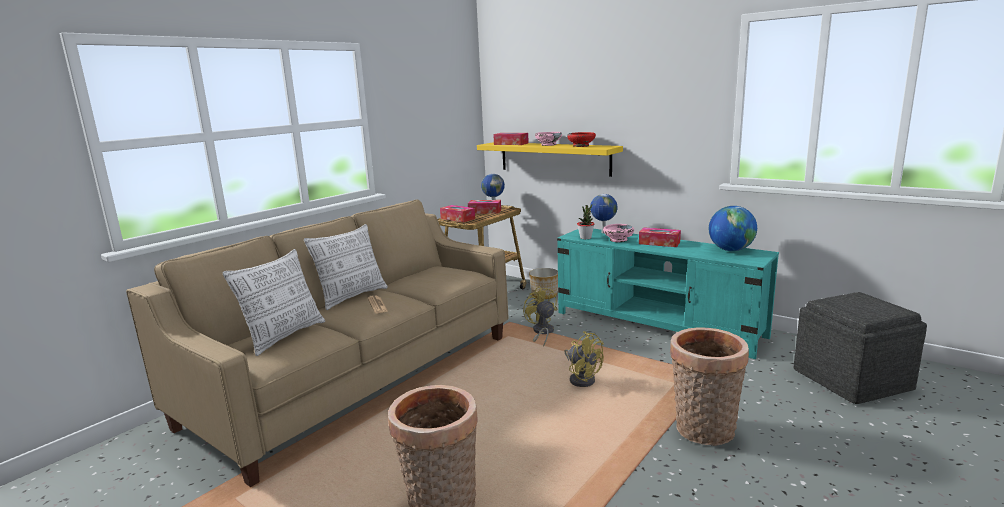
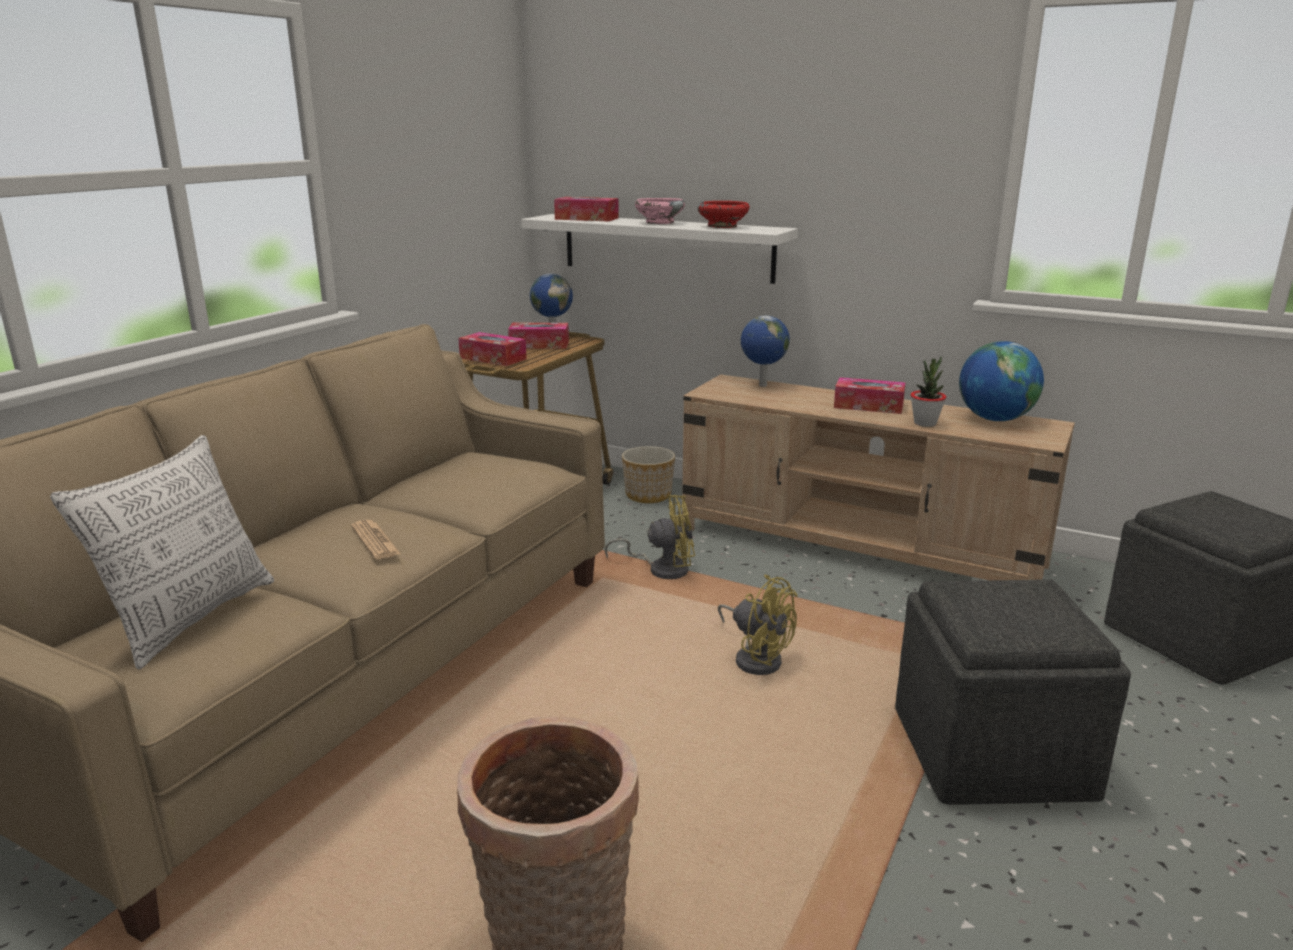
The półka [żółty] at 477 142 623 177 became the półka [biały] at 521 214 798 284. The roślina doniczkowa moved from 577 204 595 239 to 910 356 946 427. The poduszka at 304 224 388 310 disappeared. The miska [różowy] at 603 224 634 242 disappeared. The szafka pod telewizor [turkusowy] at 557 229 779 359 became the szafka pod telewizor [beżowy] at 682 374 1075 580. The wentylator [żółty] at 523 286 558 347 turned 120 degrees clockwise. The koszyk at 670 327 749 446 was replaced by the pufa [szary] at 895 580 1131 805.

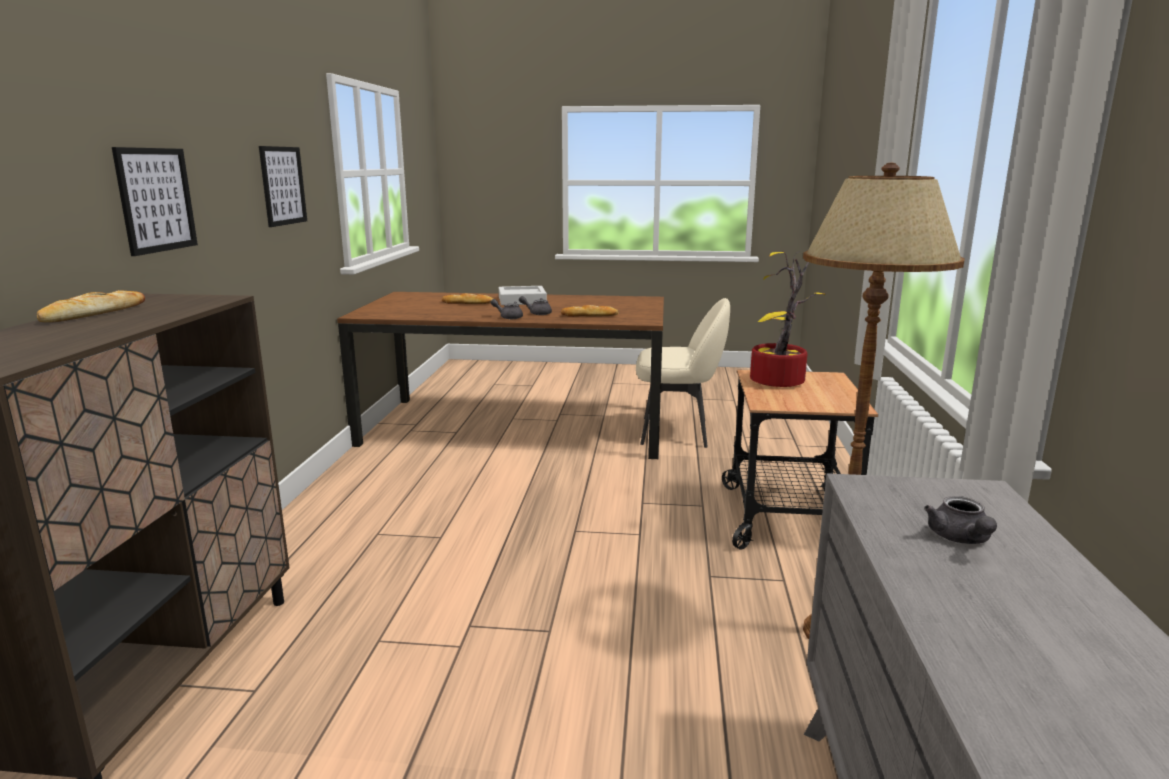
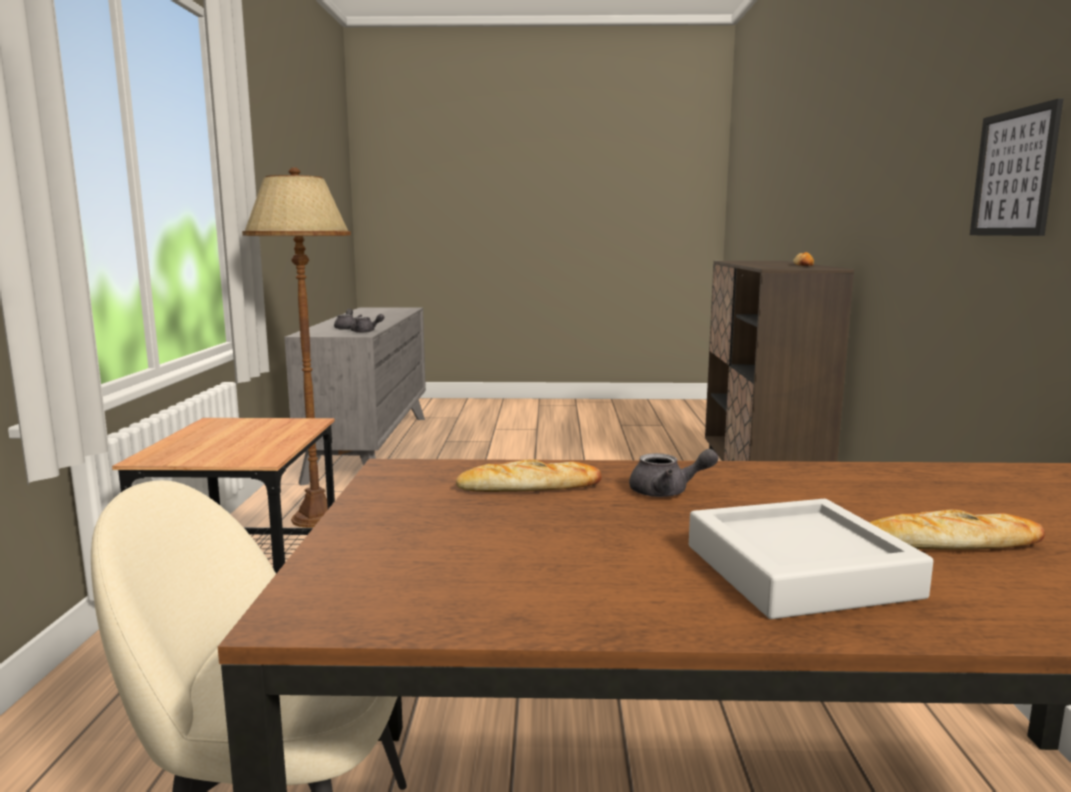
The obraz at 112 147 198 256 disappeared. The roślina doniczkowa at 750 250 825 387 disappeared. The imbryk [szary] moved from 490 299 523 319 to 351 314 384 333.

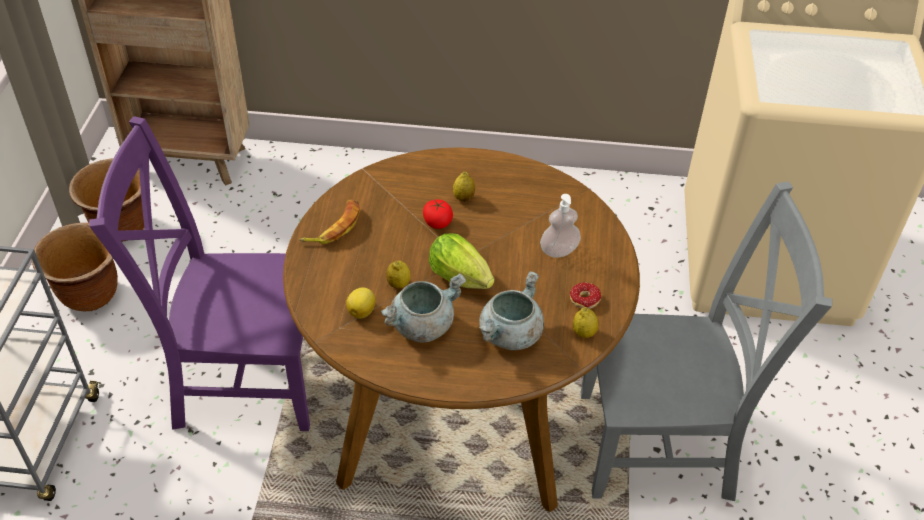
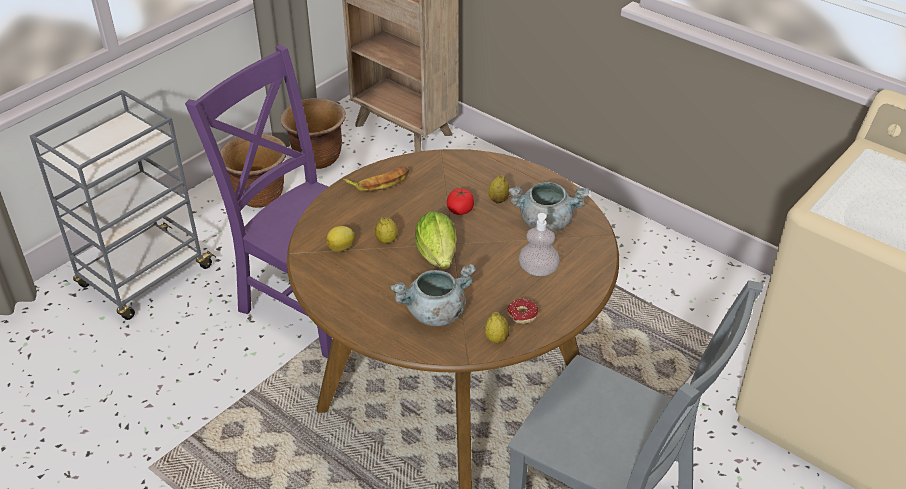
The garnek [szary] moved from 381 273 466 343 to 509 182 589 232.

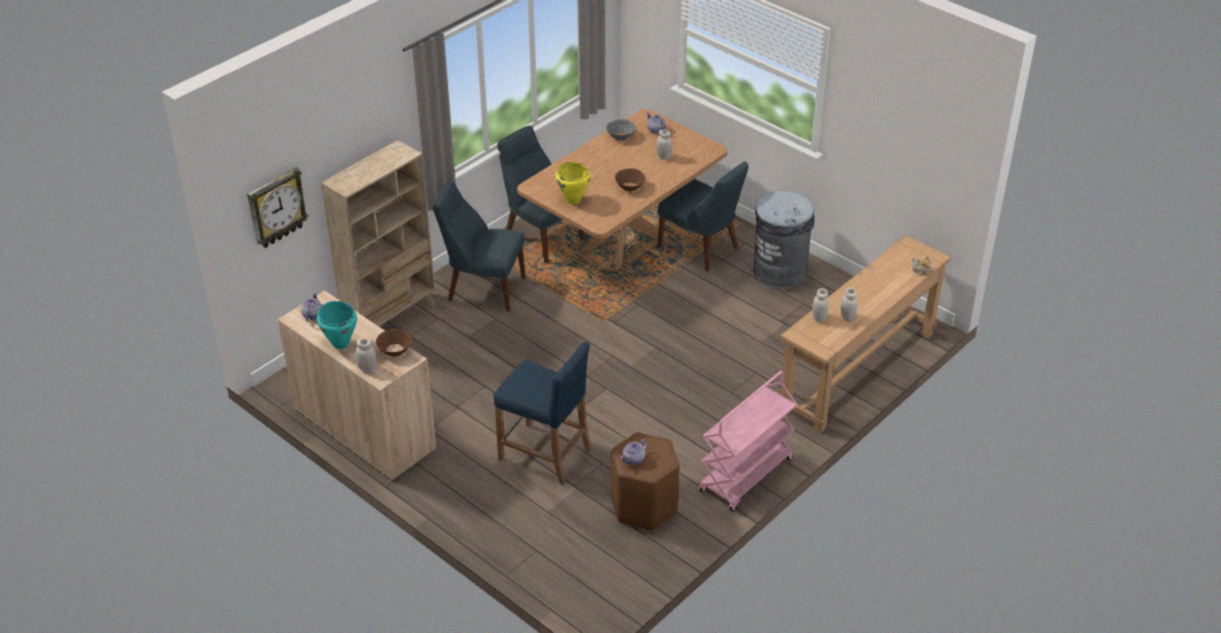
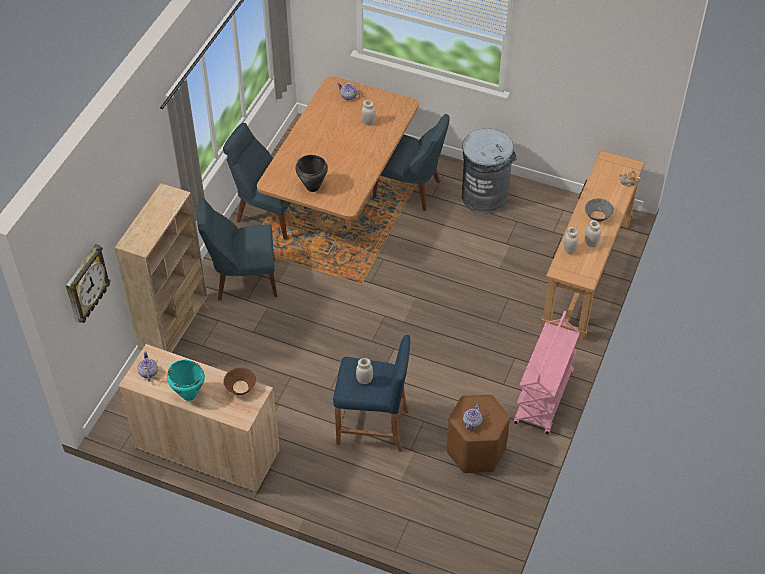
The miska [szary] moved from 606 119 636 141 to 585 198 614 222. The garnek [żółty] at 556 162 591 204 became the garnek [czarny] at 295 155 328 192. The miska [brązowy] at 615 168 646 191 disappeared. The słoik [biały] moved from 356 338 376 372 to 356 358 373 384.

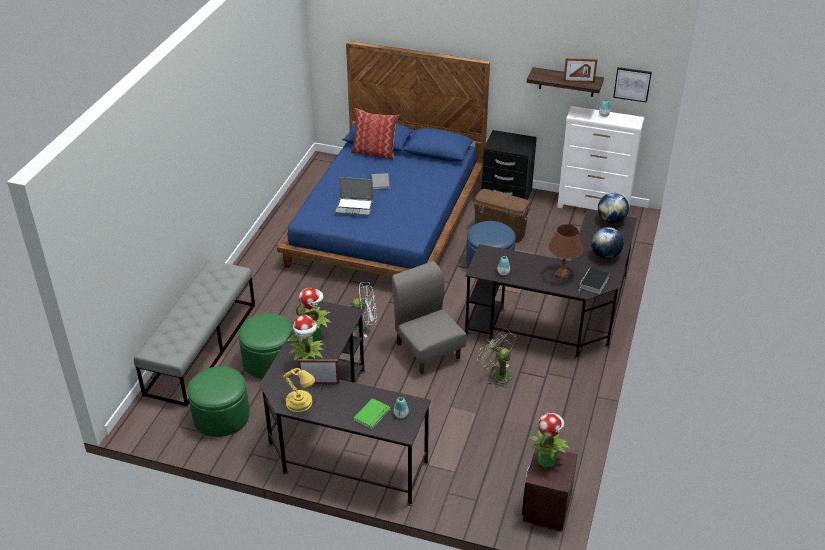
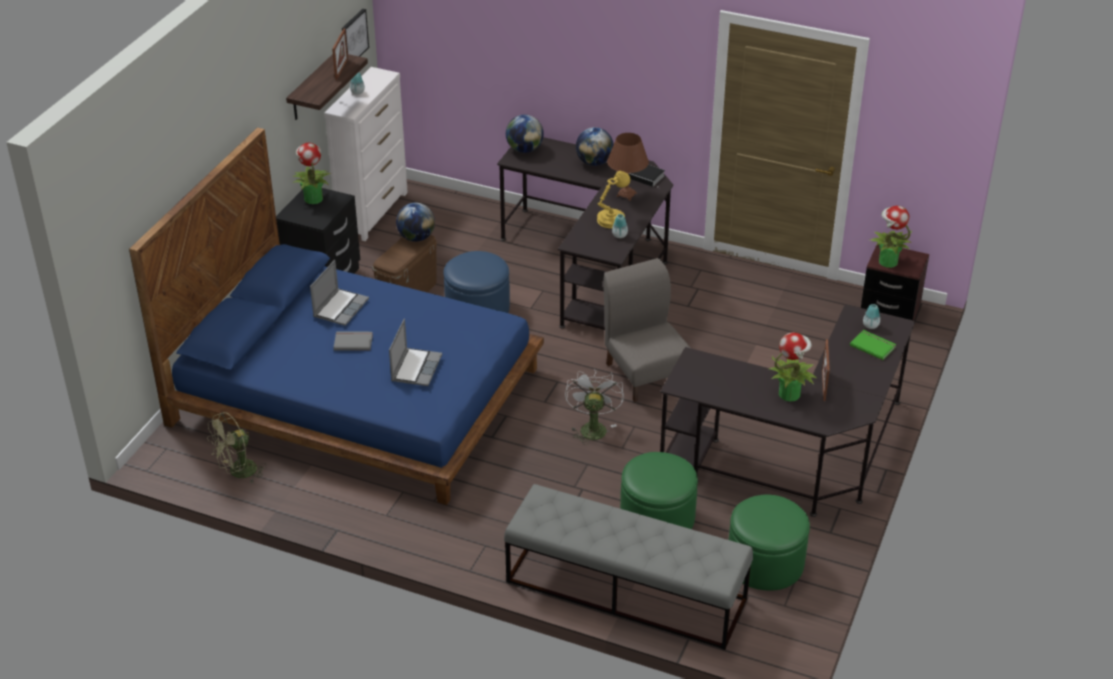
The poduszka at 351 108 399 160 disappeared. The krzesło [szary] at 392 261 467 374 turned 90 degrees clockwise. The roślina doniczkowa moved from 296 288 332 340 to 293 143 331 204. The wentylator [zielony] moved from 477 328 516 388 to 207 412 266 484. The lampa stołowa [żółty] moved from 283 368 315 412 to 597 171 630 228. The globus at 396 203 435 242 appeared. The laptop at 310 260 369 326 appeared.

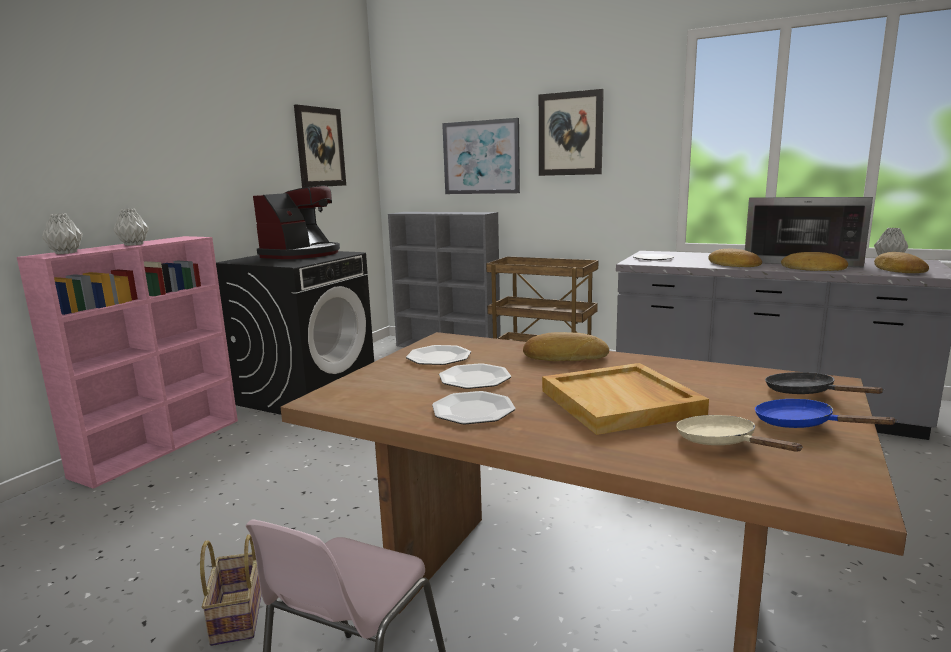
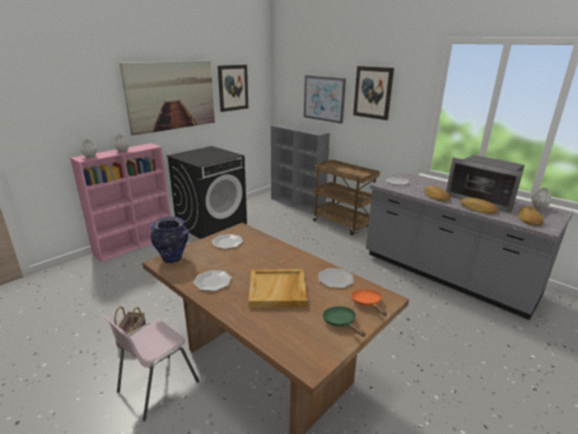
The ekspres do kawy at 253 186 340 259 disappeared. The chleb at 523 332 609 361 disappeared. The talerz moved from 439 363 511 389 to 318 268 354 288. The patelnia [czarny] at 765 372 884 394 became the patelnia [pomarańczowy] at 351 289 387 316. The patelnia [niebieski] at 755 399 898 428 became the patelnia [zielony] at 323 306 366 337. The patelnia [beżowy] at 676 415 803 452 disappeared. The obraz at 119 61 215 136 appeared. The wazon at 150 217 189 263 appeared.

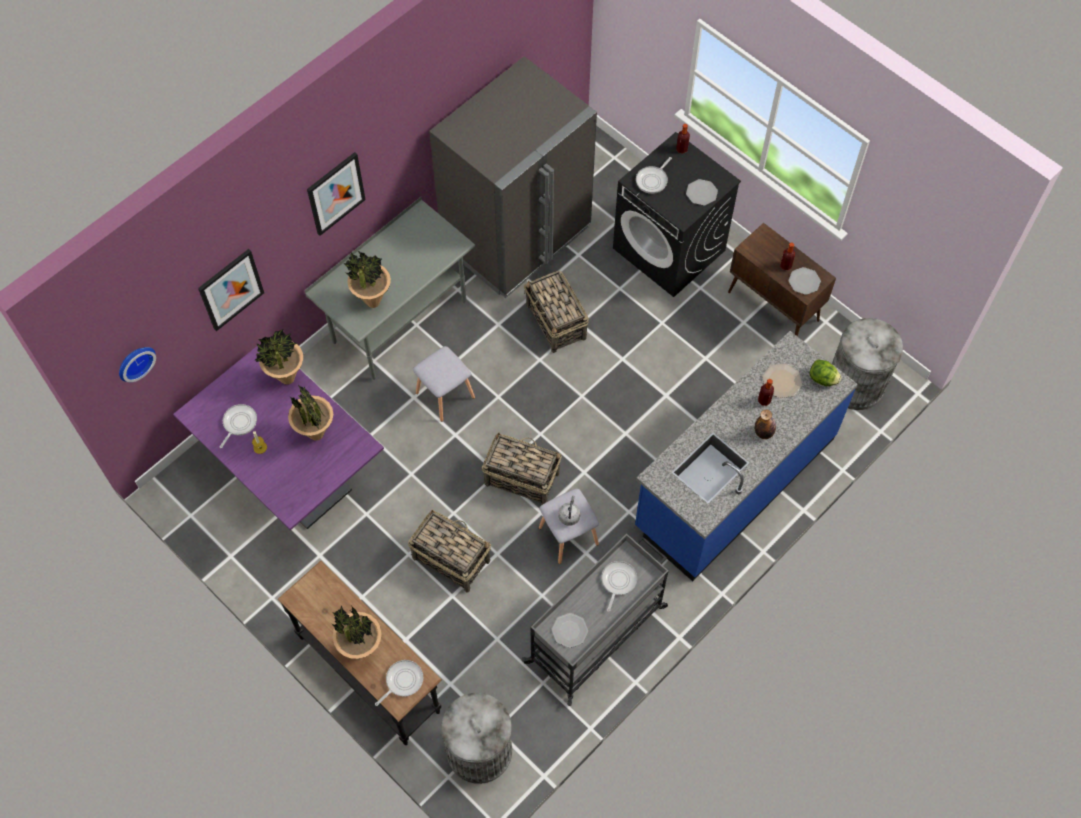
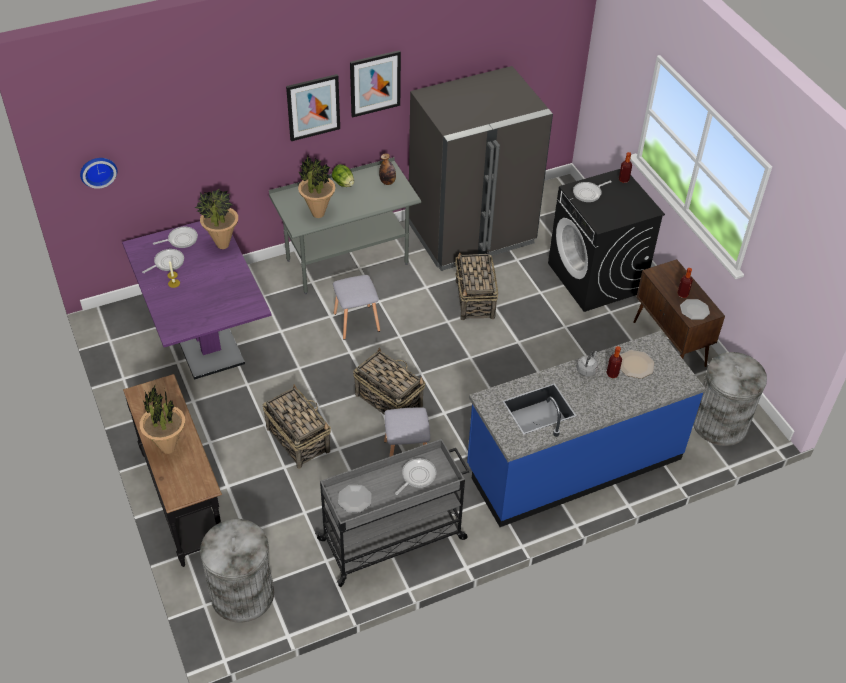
The talerz at 686 179 718 206 disappeared. The obraz moved from 198 249 264 331 to 350 50 401 118. The sałata moved from 809 359 842 386 to 332 164 354 187. The roślina doniczkowa at 288 385 333 441 disappeared. The butelka moved from 755 409 776 439 to 379 153 396 185. The czajnik [szary] moved from 559 496 580 526 to 576 351 598 376. The patelnia moved from 375 660 423 706 to 153 227 198 248.

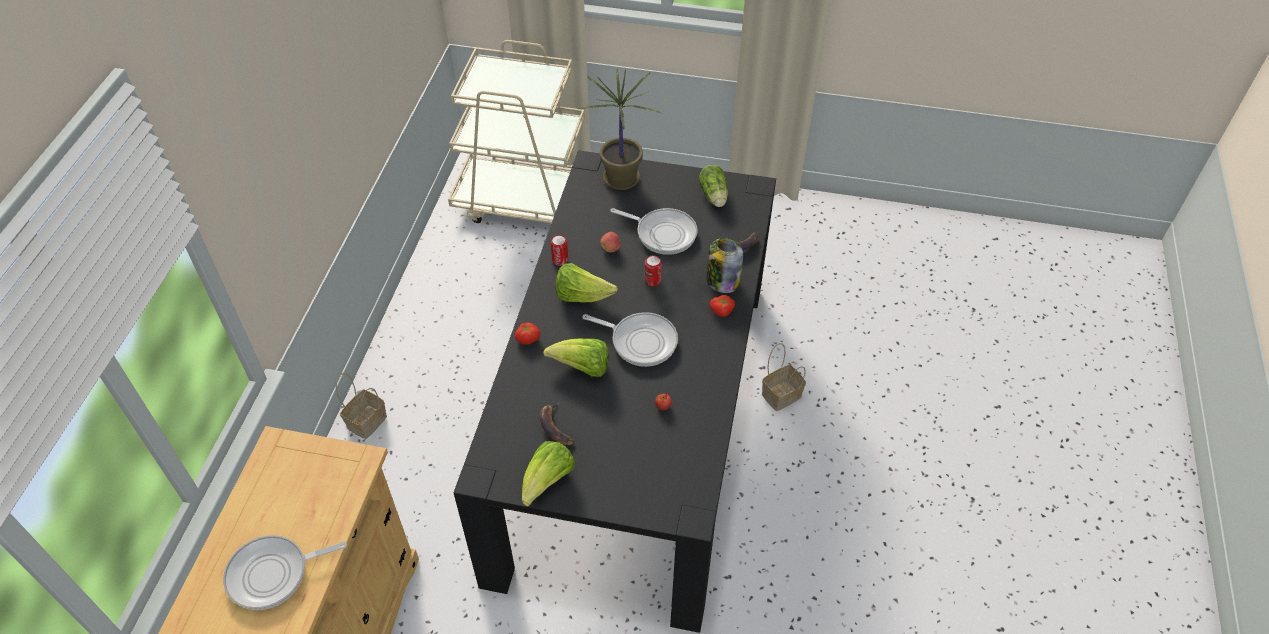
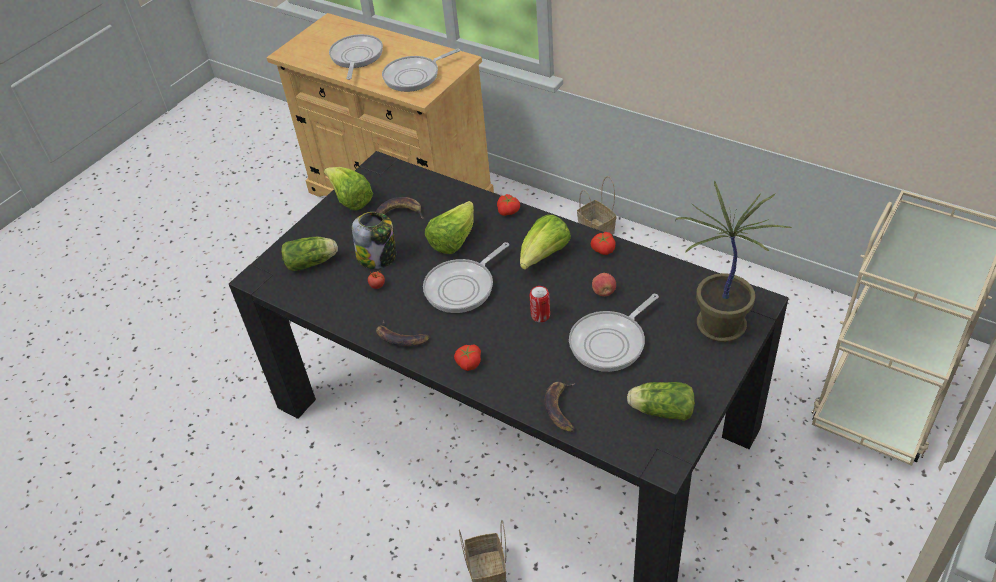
The puszka at 551 235 568 266 was replaced by the pomidor at 591 232 616 255. The słoik moved from 706 238 743 293 to 352 212 396 269. The patelnia at 382 48 460 92 appeared. The sałata at 281 237 338 271 appeared. The banan at 376 321 430 346 appeared.

